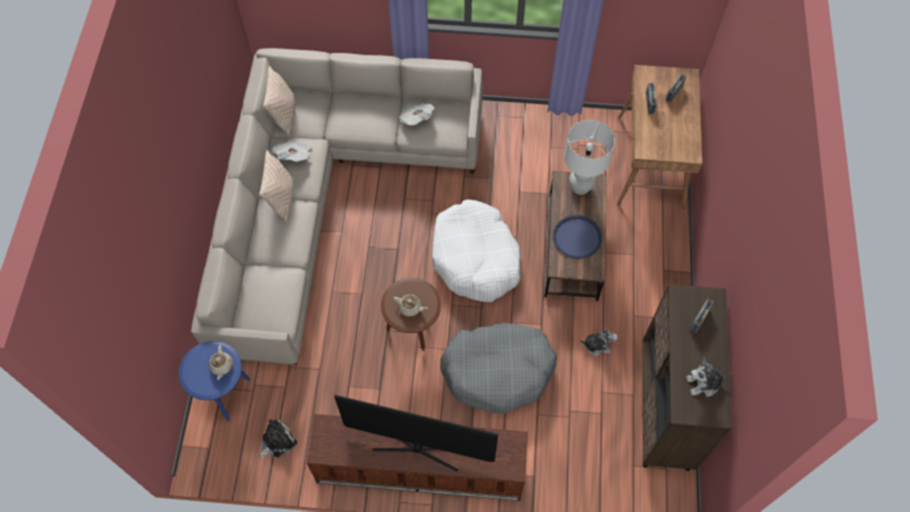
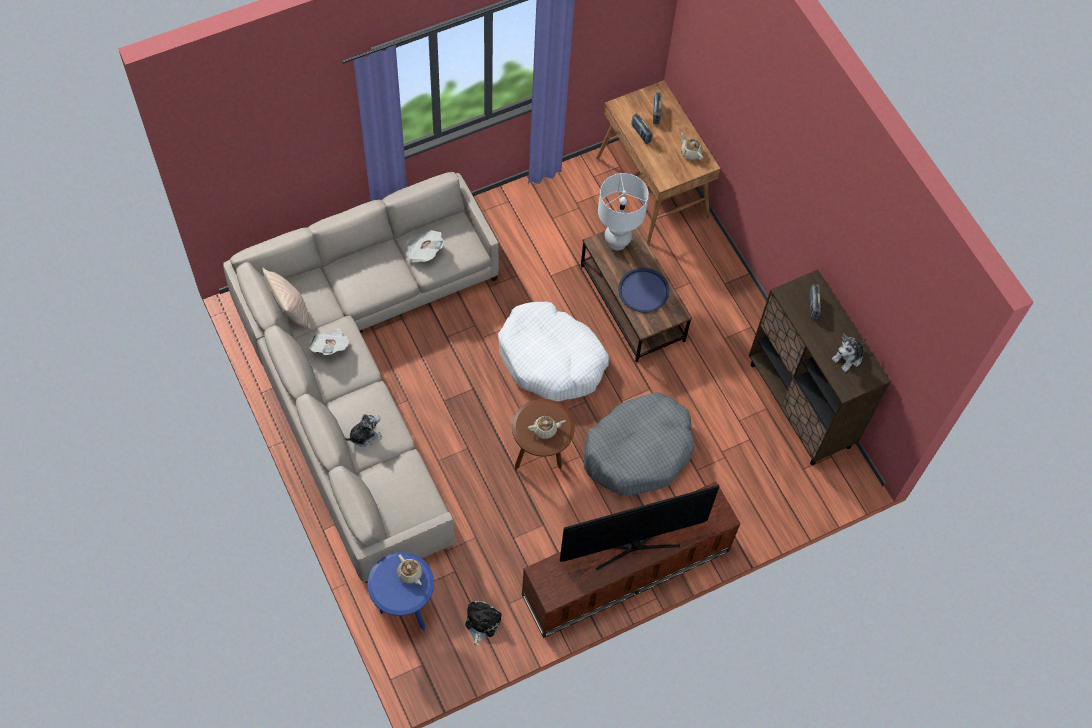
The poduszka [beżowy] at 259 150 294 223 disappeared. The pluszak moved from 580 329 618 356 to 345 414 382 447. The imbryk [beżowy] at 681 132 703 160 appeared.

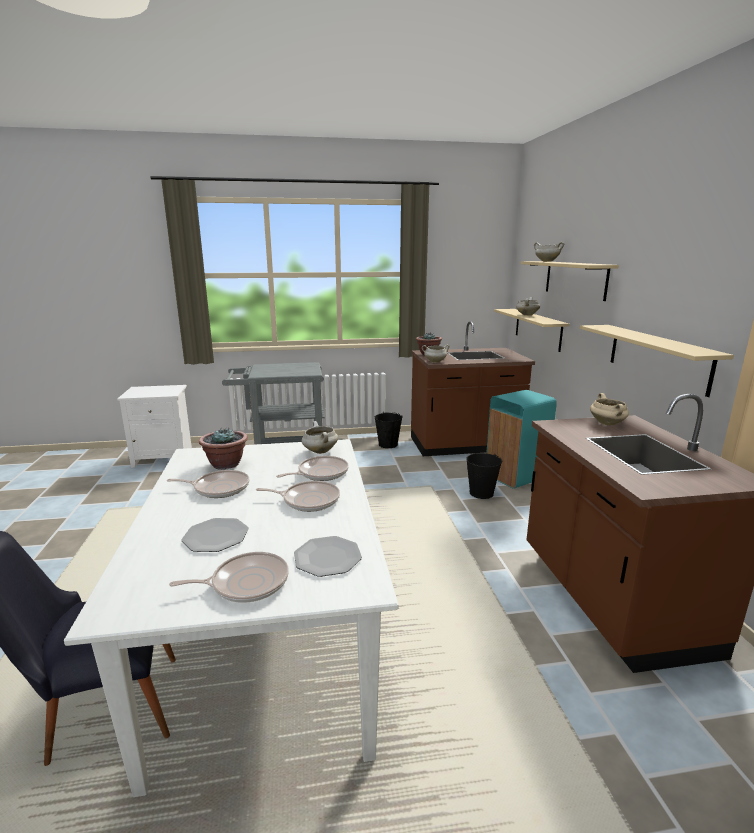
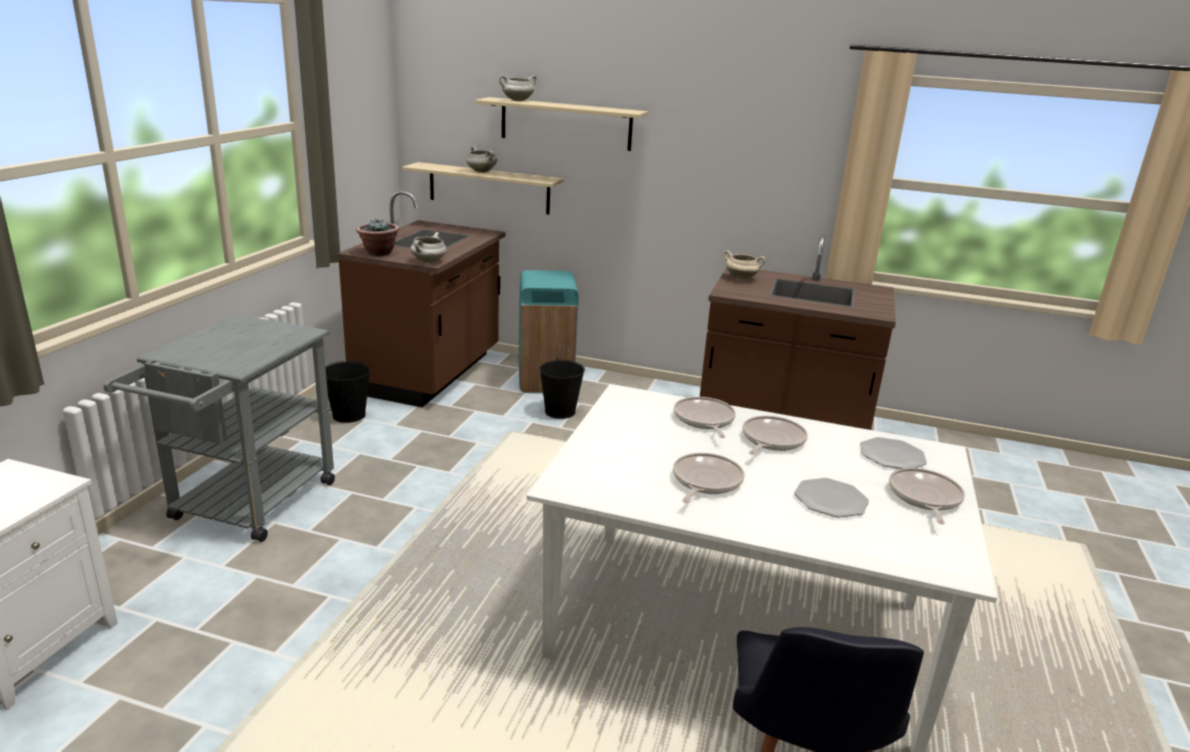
The półka [beżowy] at 580 325 734 397 disappeared. The garnek [biały] at 302 421 338 454 disappeared. The roślina doniczkowa at 199 427 248 470 disappeared.

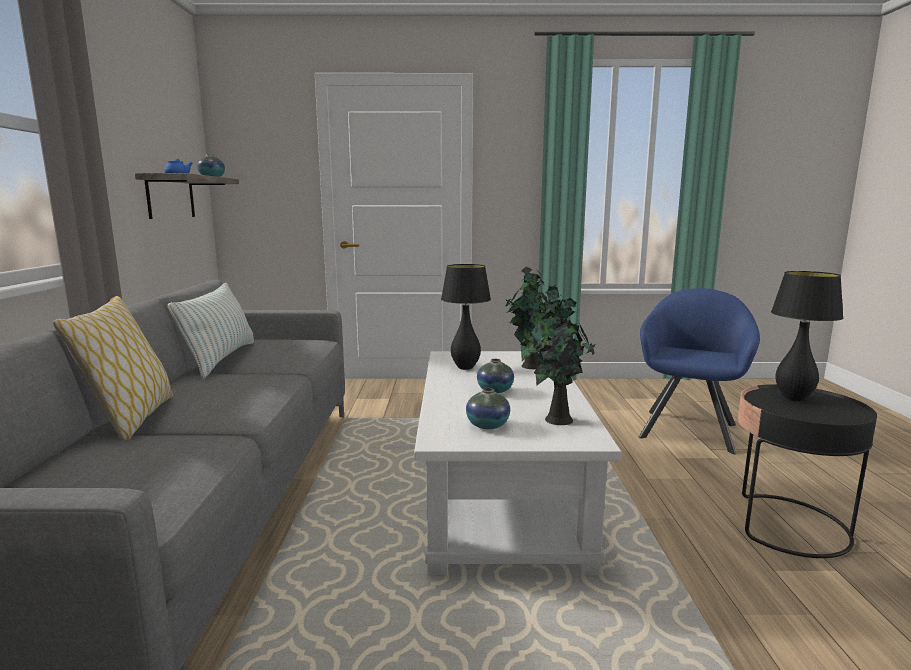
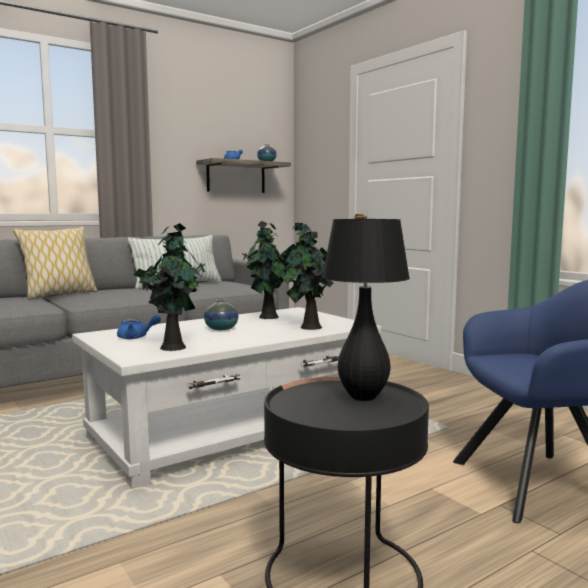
The lampa stołowa [czarny] at 441 264 491 370 was replaced by the roślina doniczkowa at 242 221 294 319. The wazon at 466 388 510 429 was replaced by the imbryk [niebieski] at 117 315 161 339.

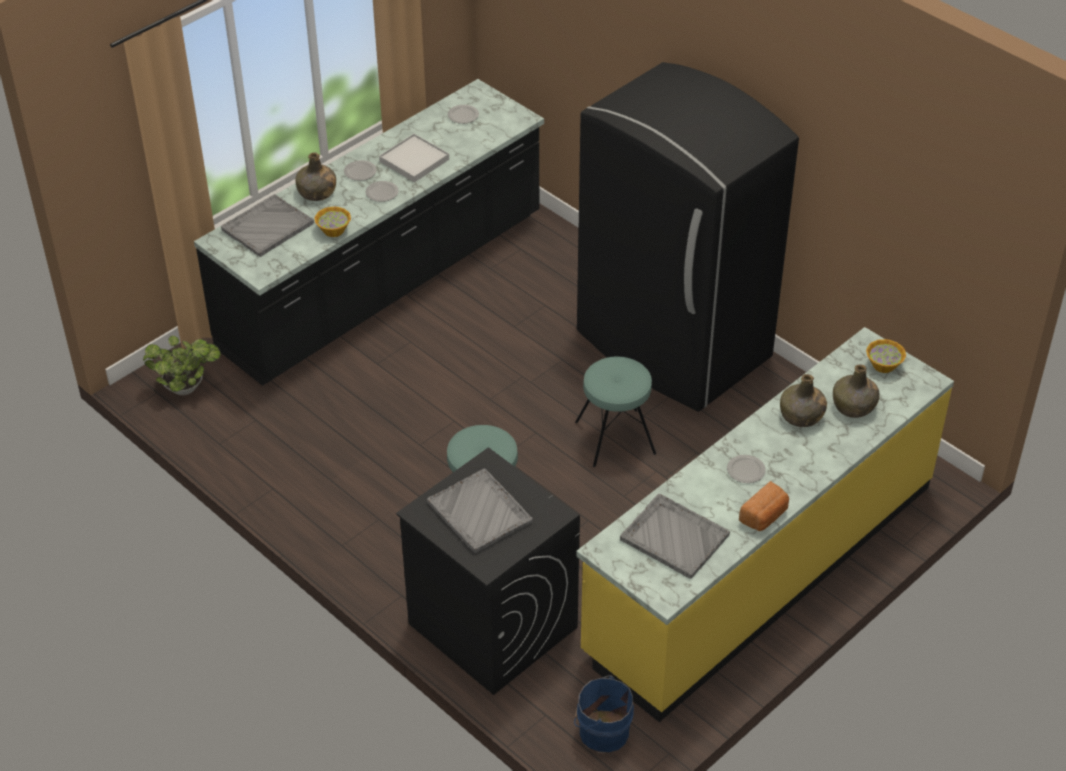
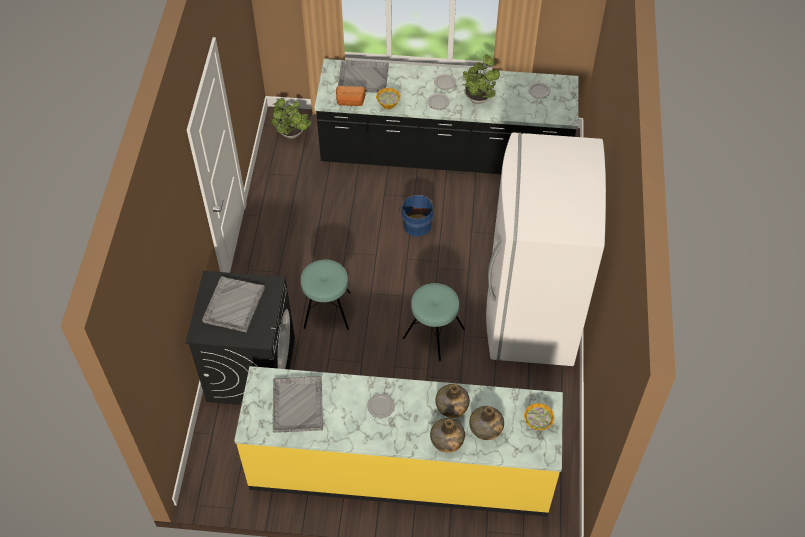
The lodówka [czarny] at 577 62 799 411 became the lodówka [biały] at 486 132 606 366. The taca [biały] at 379 134 449 182 was replaced by the roślina doniczkowa at 462 54 500 104. The butelka [zielony] moved from 295 152 336 201 to 430 418 465 453. The chleb moved from 739 481 789 531 to 336 86 366 106. The wiadro [niebieski] moved from 574 675 634 752 to 399 195 434 237.

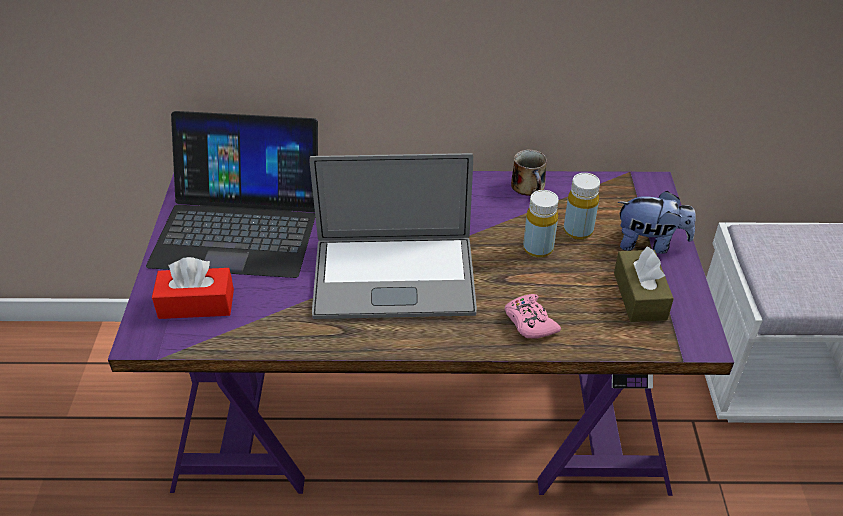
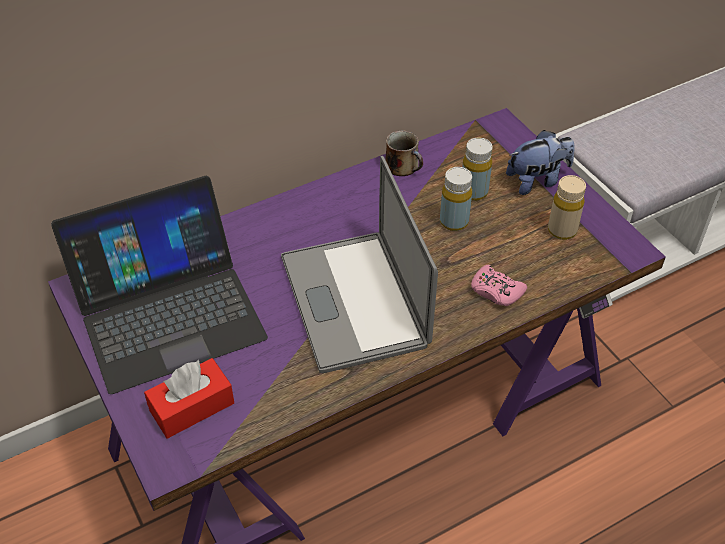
The laptop at 309 153 477 319 turned 105 degrees clockwise. The pudełko chusteczek [brązowy] at 614 246 674 322 was replaced by the butelka [beżowy] at 548 175 586 240.

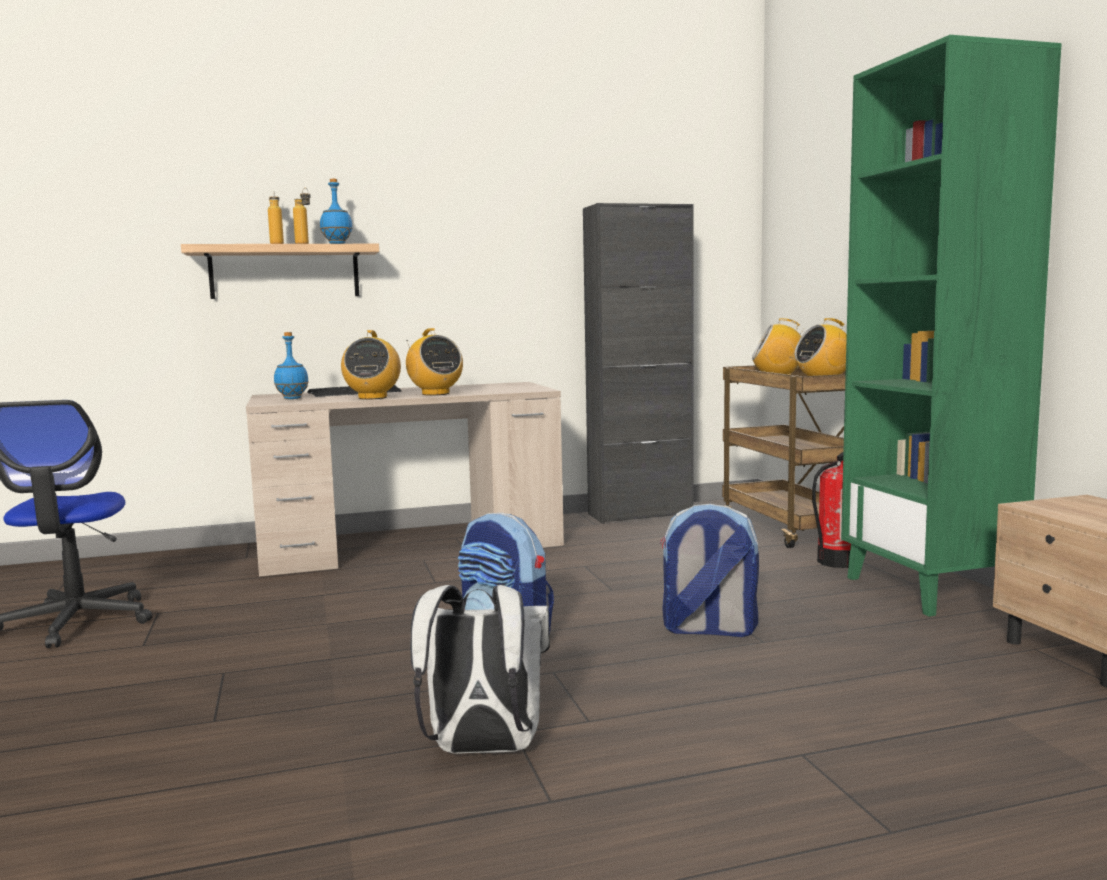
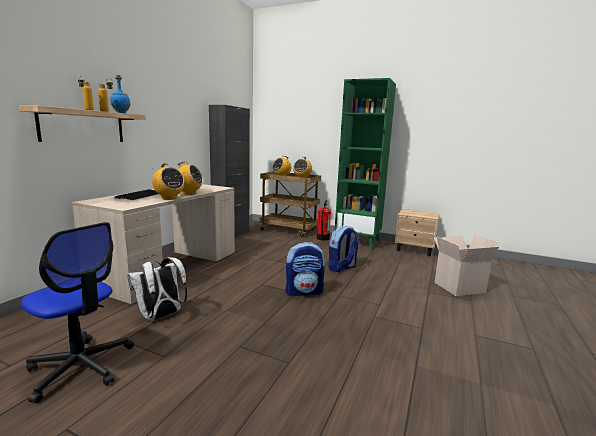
The butelka [niebieski] at 274 332 309 399 disappeared. The plecak [biały] moved from 410 585 550 753 to 127 257 187 321. The karton at 434 234 499 296 appeared.

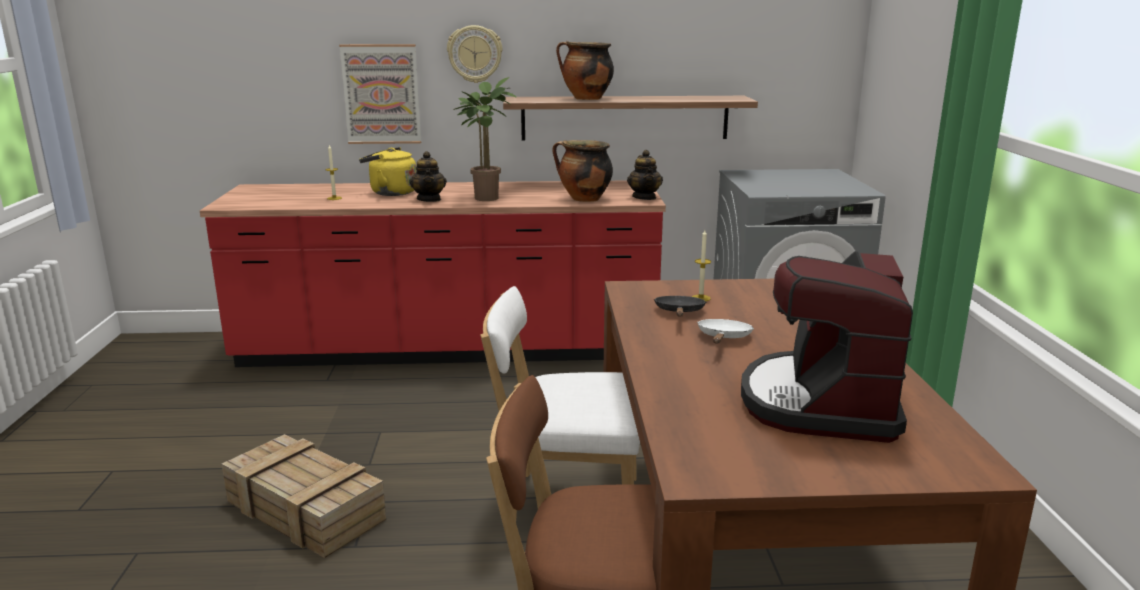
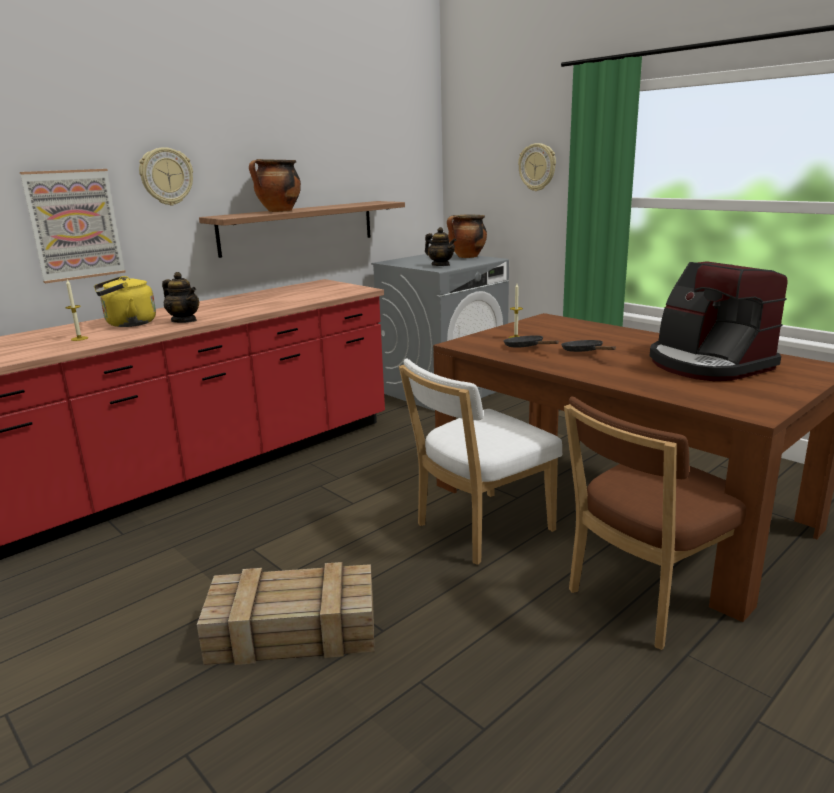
The roślina doniczkowa at 454 77 517 201 disappeared. The garnek moved from 552 140 613 202 to 447 214 487 258. The imbryk moved from 627 150 663 200 to 425 227 456 266. The patelnia [biały] at 697 319 754 344 became the patelnia [czarny] at 561 340 616 352. The zegar ścienny at 518 143 556 191 appeared.

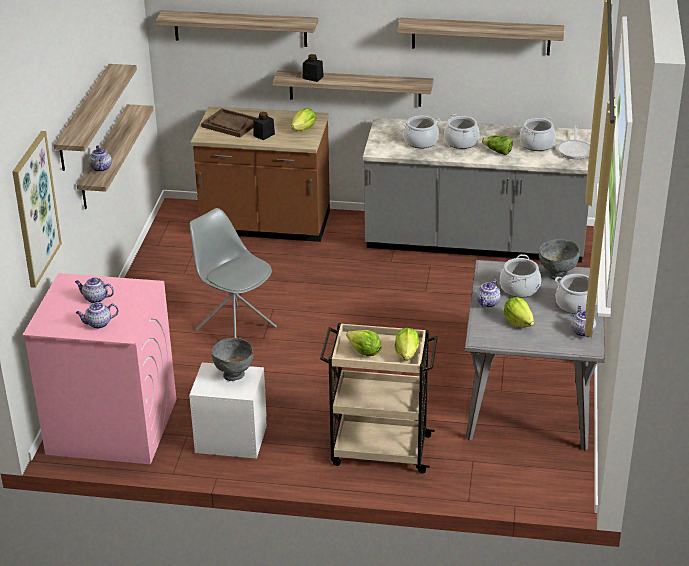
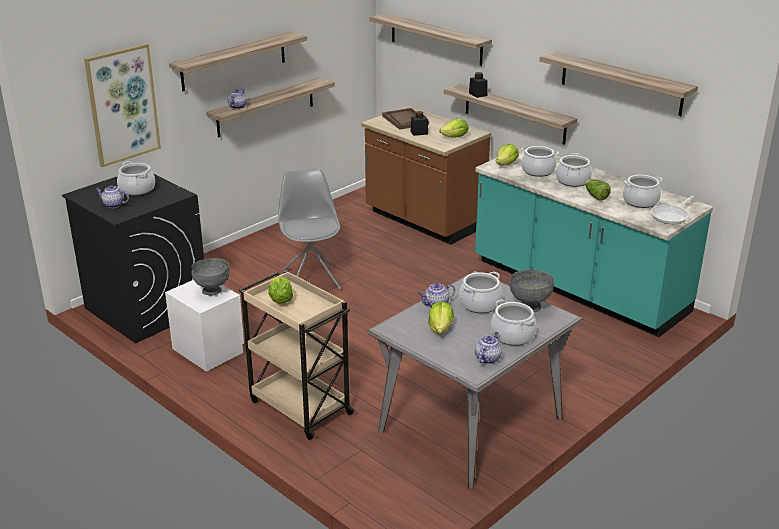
The zabudowa kuchenna [szary] at 363 117 592 263 became the zabudowa kuchenna [turkusowy] at 475 145 713 337. The pralka [różowy] at 22 273 176 464 became the pralka [czarny] at 62 174 204 343. The imbryk at 75 278 114 303 was replaced by the garnek at 117 161 155 196. The sałata moved from 395 328 420 360 to 496 144 519 166.

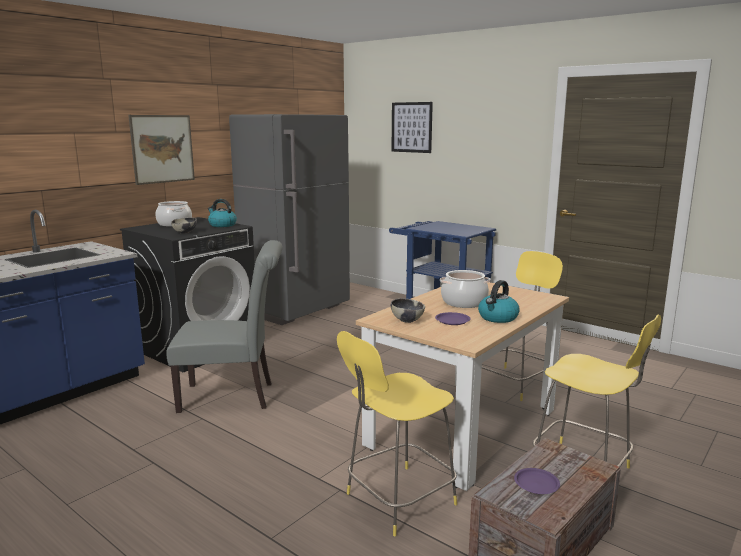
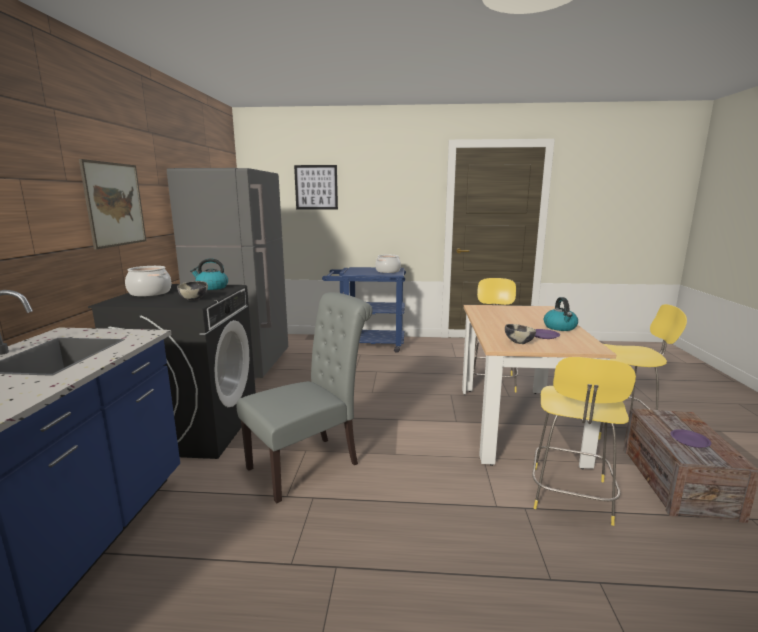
The garnek moved from 440 270 491 308 to 375 255 401 273.

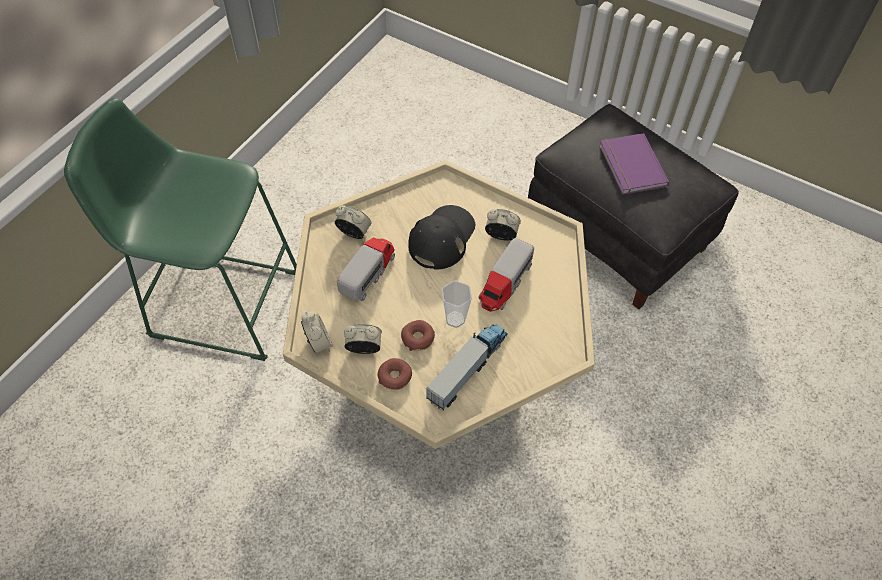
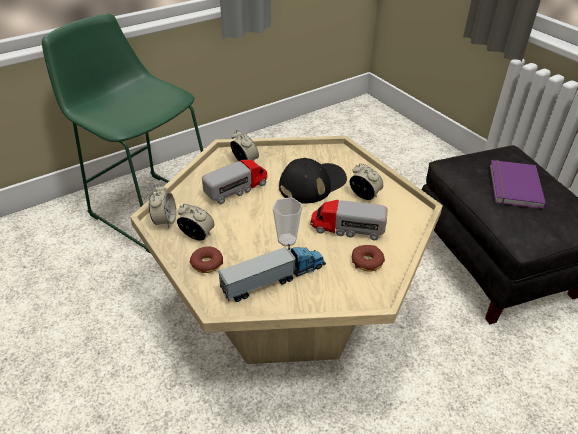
The ciężarówka zabawkowa at 478 238 534 312 turned 45 degrees clockwise. The donut moved from 401 320 435 351 to 352 245 385 272.

